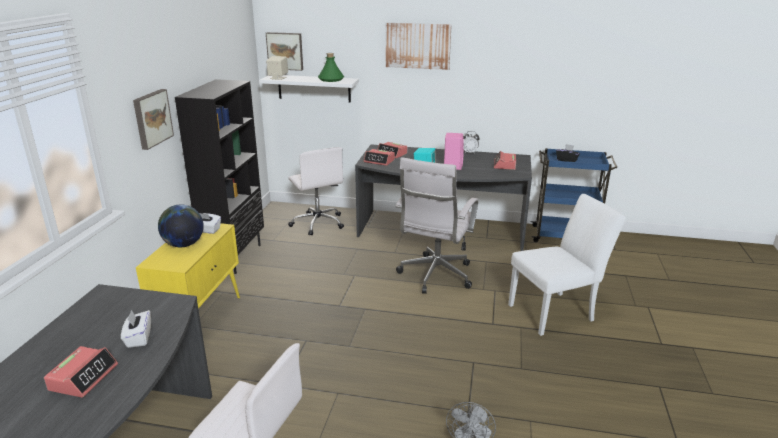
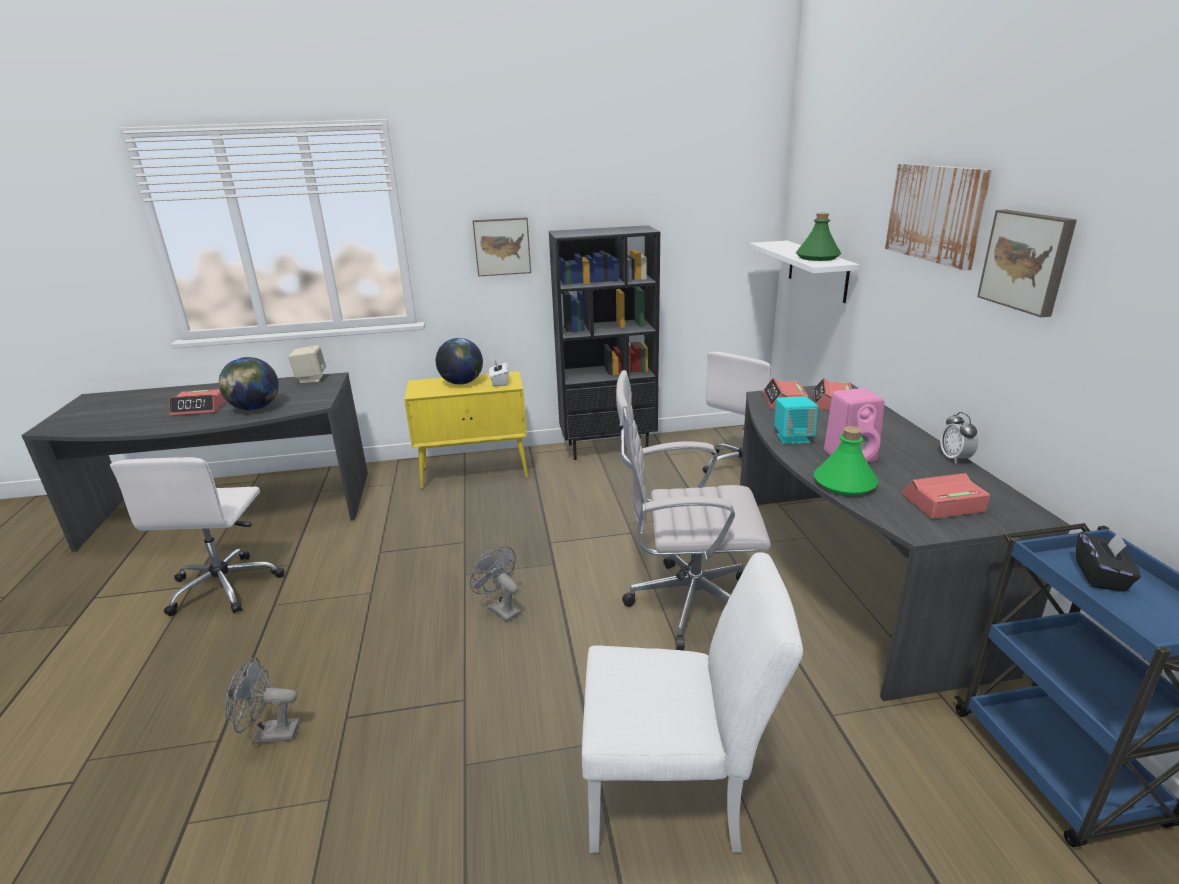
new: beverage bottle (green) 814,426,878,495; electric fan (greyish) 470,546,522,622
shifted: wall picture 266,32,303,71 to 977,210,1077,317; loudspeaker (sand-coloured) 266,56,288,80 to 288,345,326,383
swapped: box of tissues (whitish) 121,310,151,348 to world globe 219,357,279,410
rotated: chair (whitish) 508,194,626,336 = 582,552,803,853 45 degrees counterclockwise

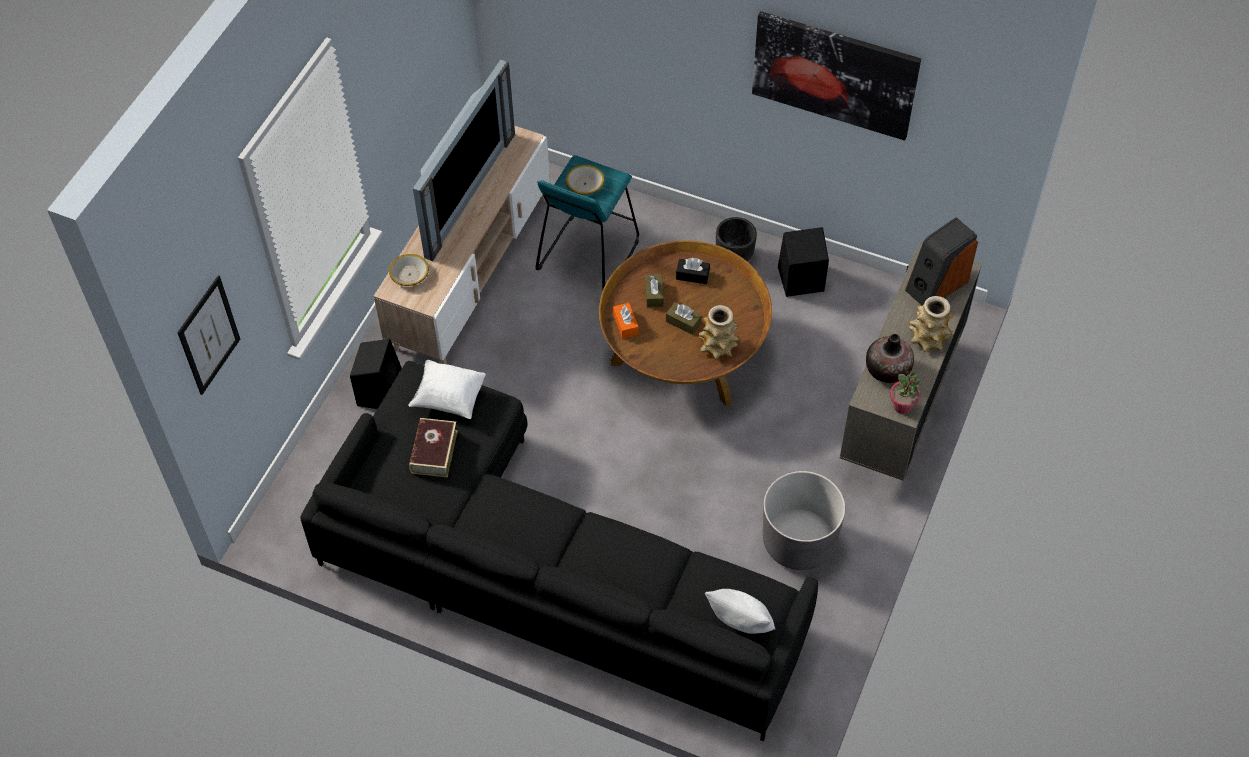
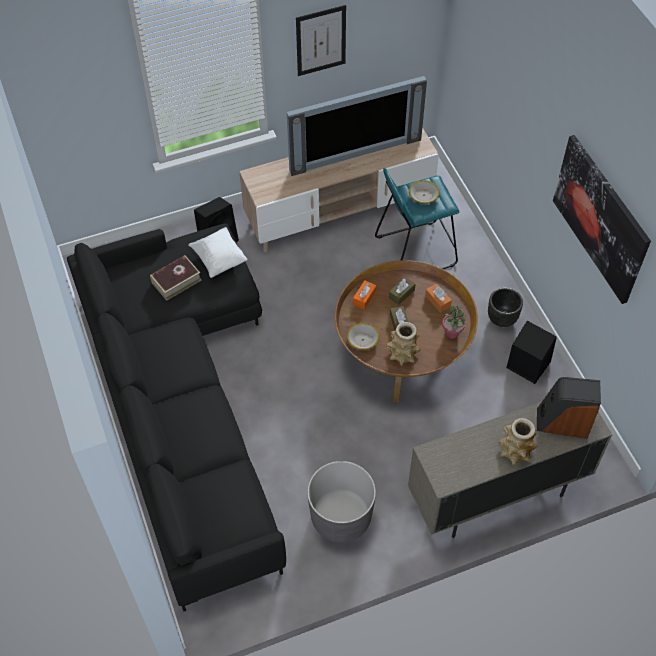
gone: vase 866,334,914,383; pillow (whitish) 705,589,775,634
shifted: deep dish 389,254,429,286 to 347,323,380,350; wall picture 177,275,240,395 to 296,5,346,76; plant in a pot 890,371,920,414 to 442,305,466,339
repainted: box of tissues (black-coloured) 676,258,710,284 to box of tissues (orangey) 425,283,452,313

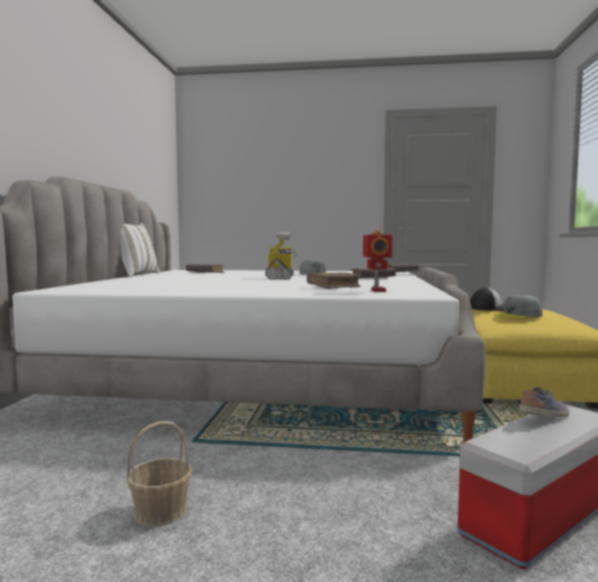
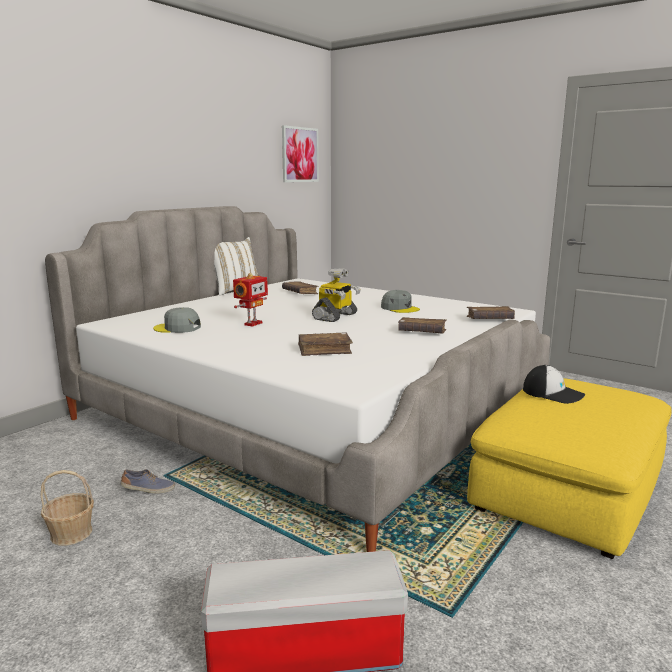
new: wall picture 282,125,319,182
shifted: toy robot 363,228,393,292 to 233,273,268,327; peaked cap (greyish) 494,294,543,319 to 153,307,201,333; low shoe 519,387,569,417 to 121,469,175,494

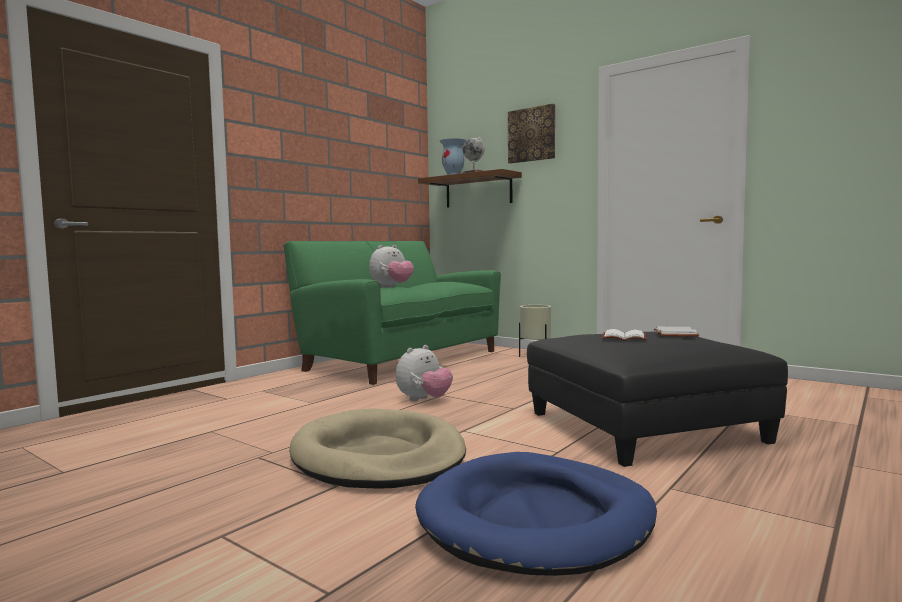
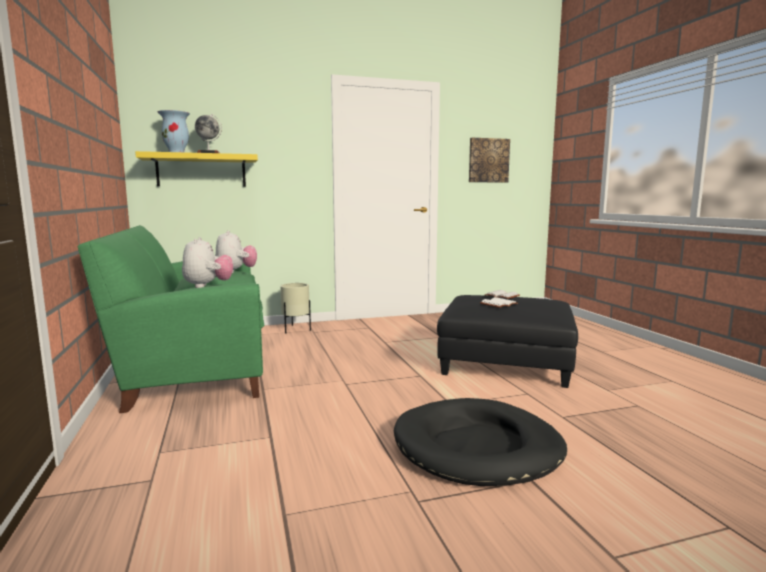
gone: dog bed (blue) 415,452,657,576
shifted: wall picture 508,104,555,164 to 469,138,510,183; plush toy 396,345,453,401 to 215,230,257,273
repainted: shelf (brown) 418,169,522,208 to shelf (yellow) 135,151,258,187; dog bed (sand-coloured) 289,408,466,489 to dog bed (black-coloured) 394,398,567,486

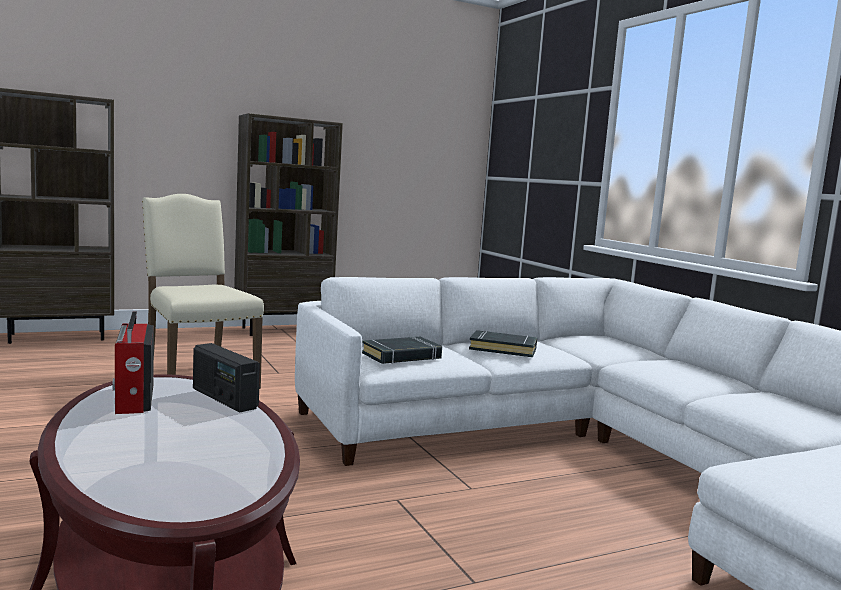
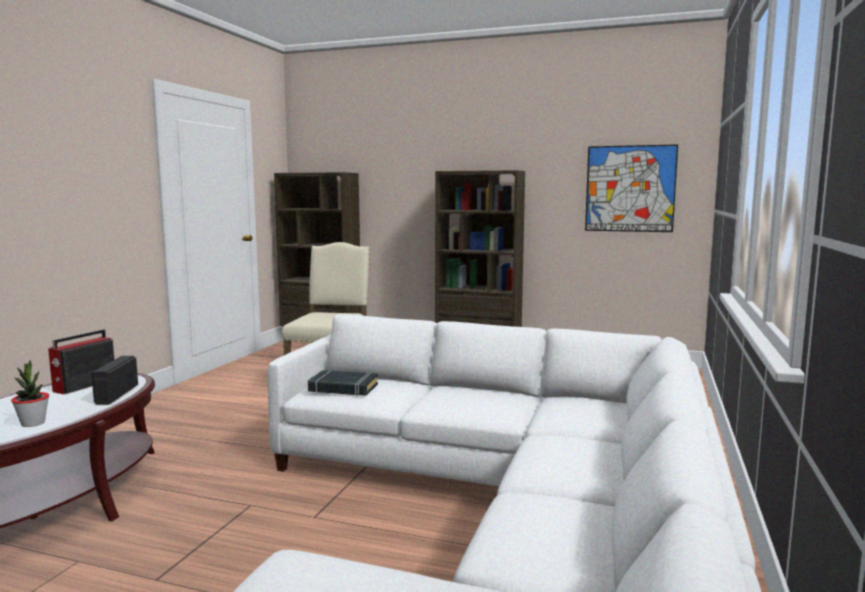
gone: volume (black-coloured) 469,330,537,357
new: wall picture 585,144,678,232; plant in a pot 11,360,49,427

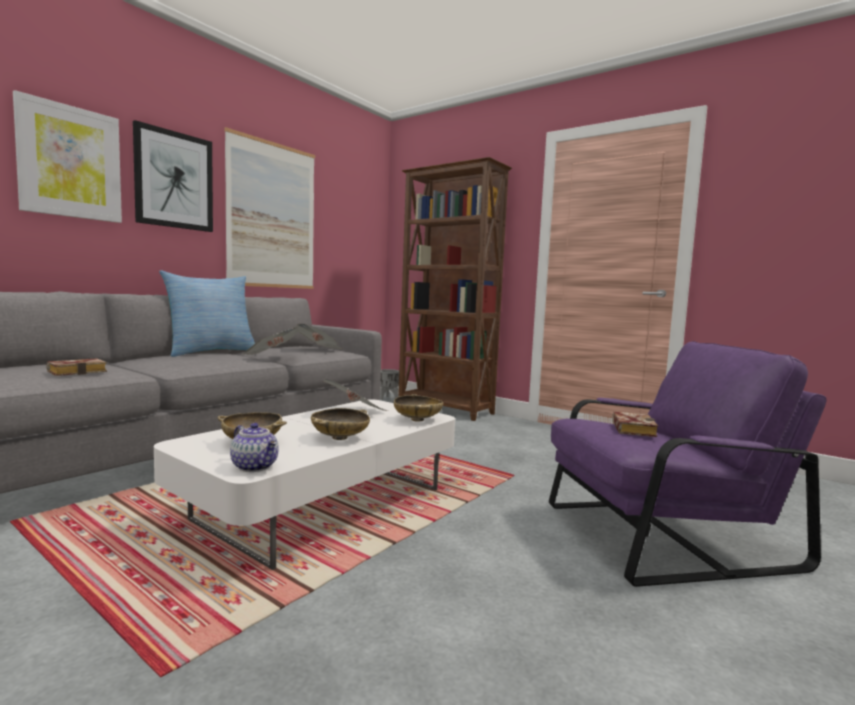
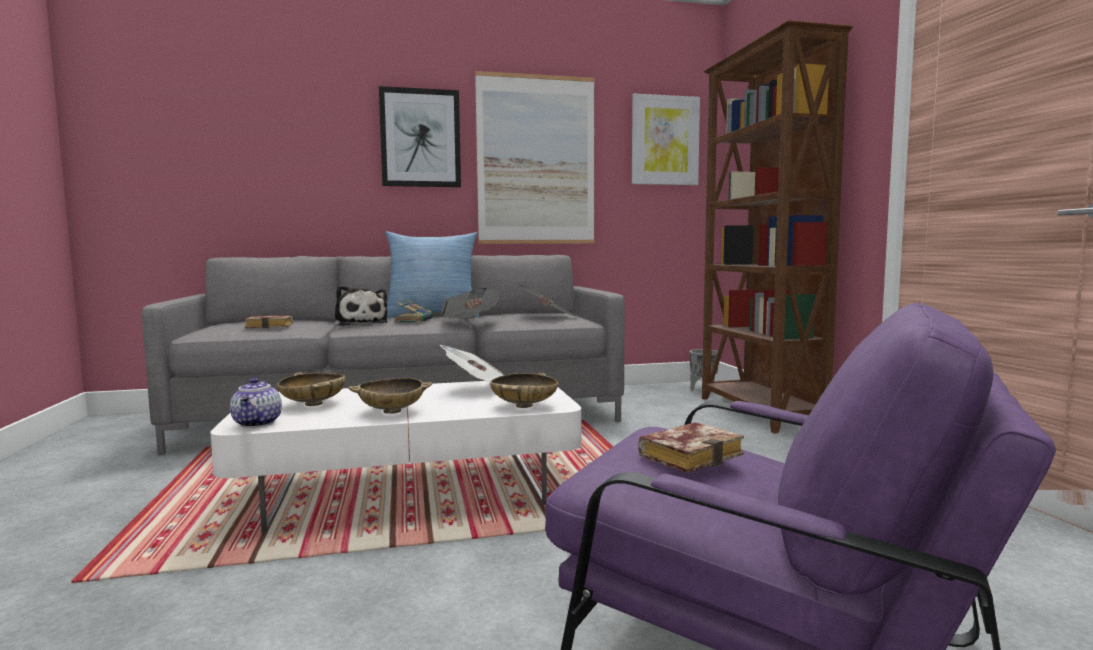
new: plush toy 335,285,388,326; volume 394,300,433,323
shifted: wall picture 13,90,122,223 to 632,93,700,185

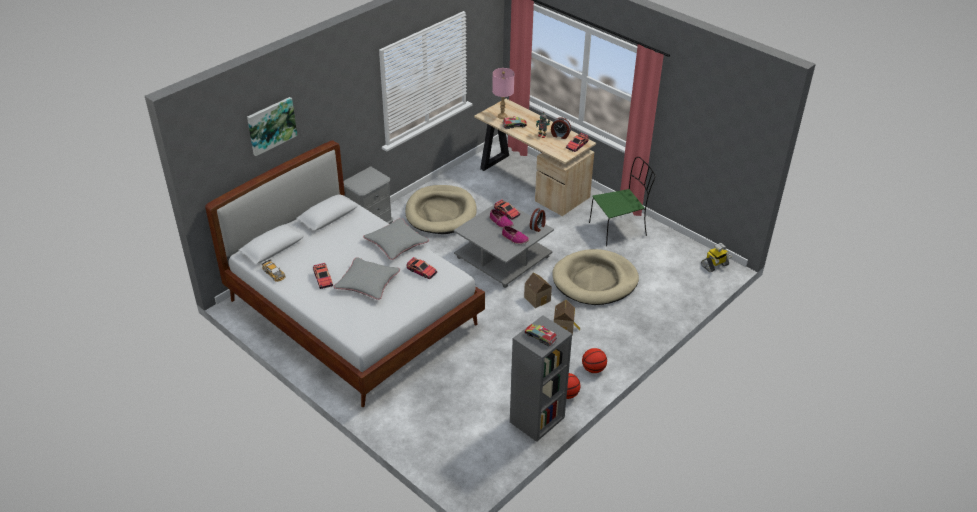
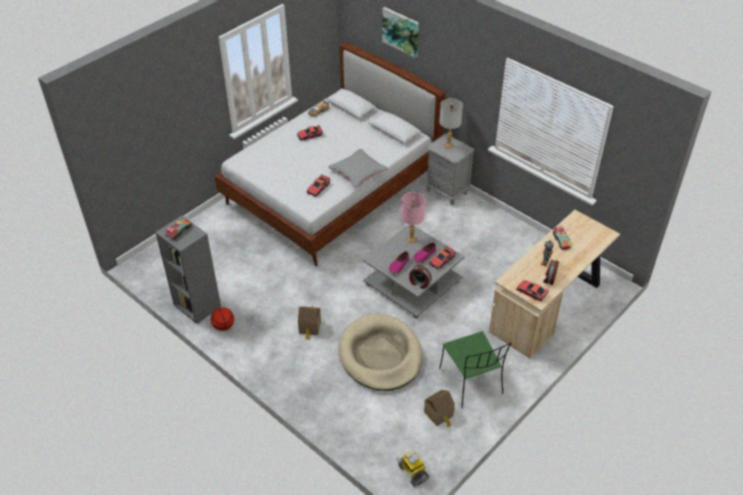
gone: dog bed (sand-coloured) 405,185,477,234; pillow (greyish) 334,257,400,300; ball for basketball 582,348,607,373
new: table lamp (greyish) 439,98,463,149
shifted: table lamp (pink) 492,68,514,119 to 401,192,425,243; model house 524,273,552,308 to 424,390,455,427

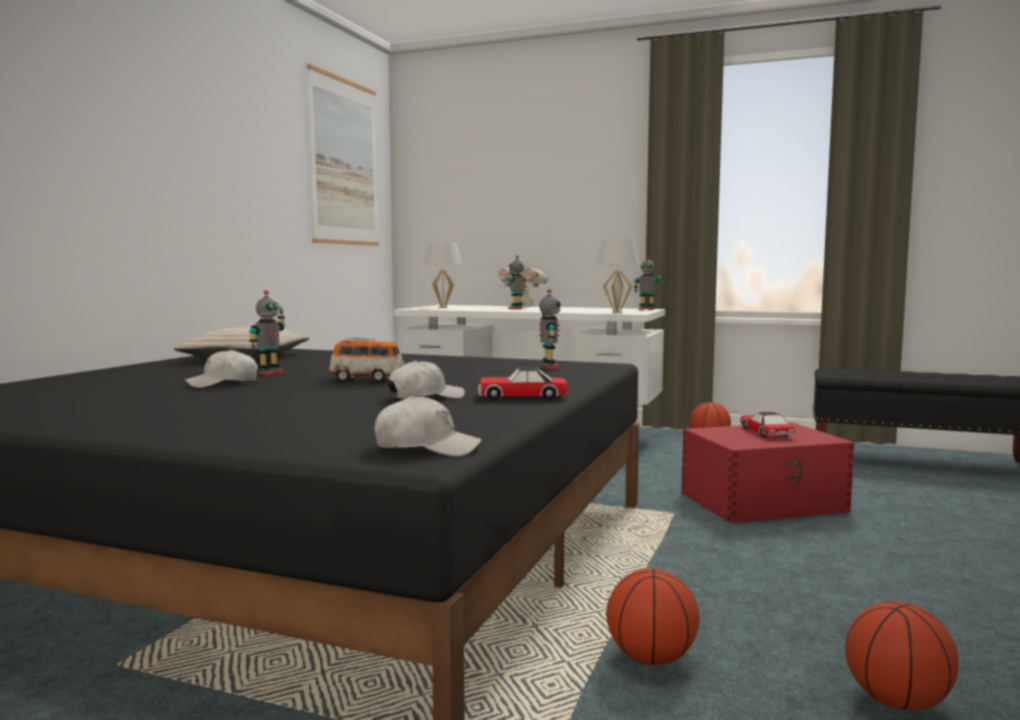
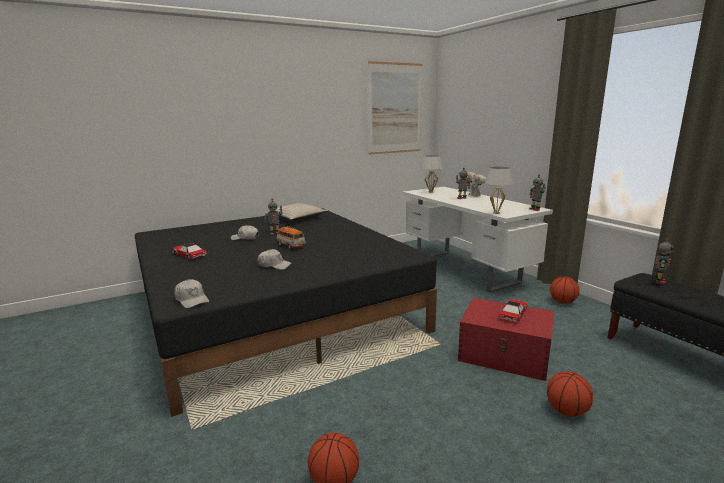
shifted: toy robot 539,289,561,369 to 656,238,673,284; miniature car 478,367,569,400 to 172,243,207,260; ball for basketball 606,568,700,665 to 547,371,593,416

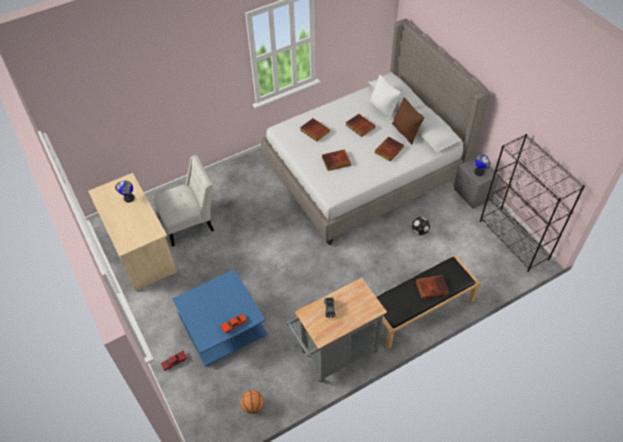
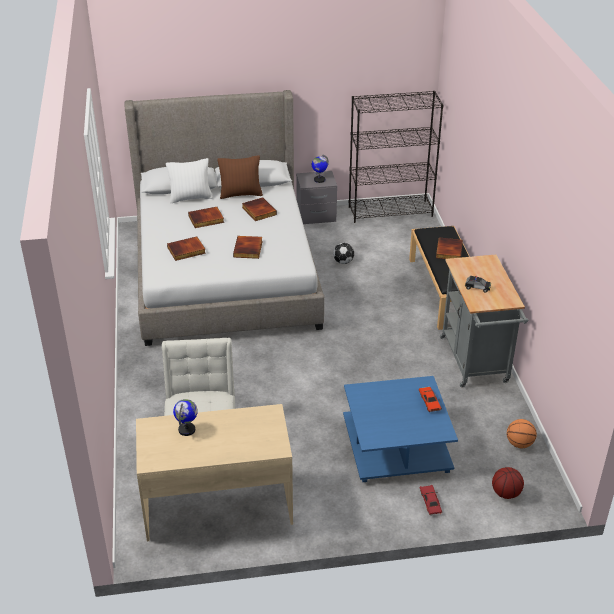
new: ball for basketball 492,467,524,499

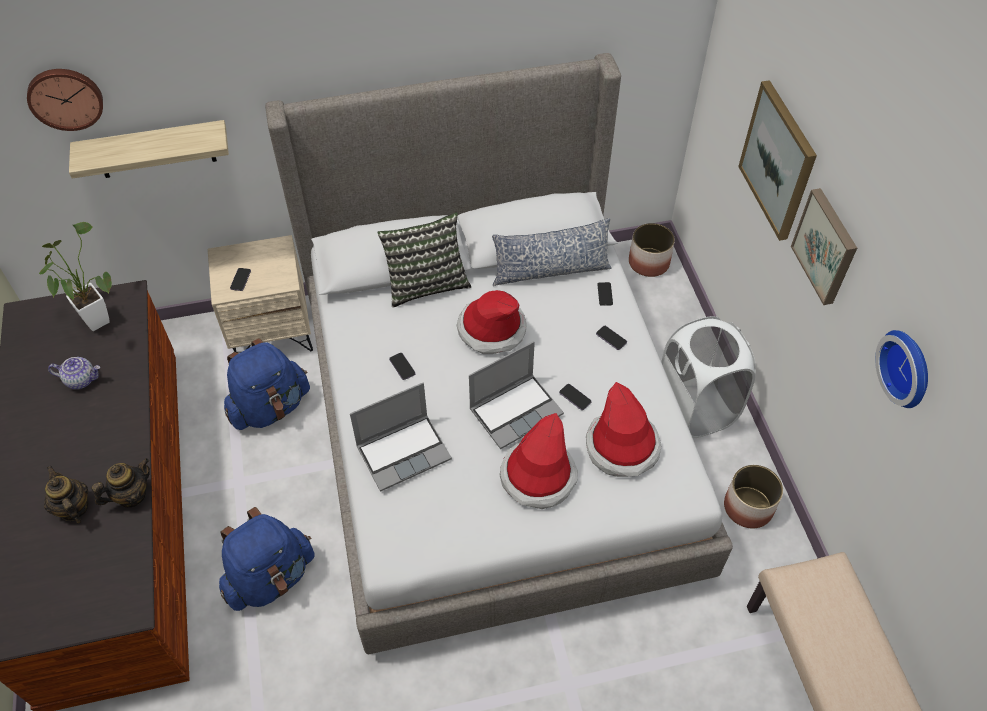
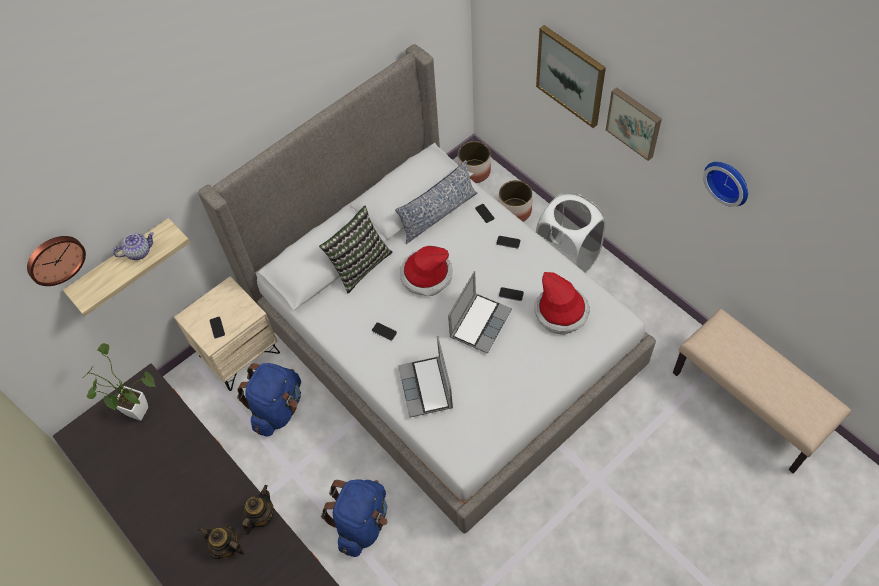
gone: hat 500,413,578,509
shifted: tea pot 48,357,100,389 to 113,232,154,260; planter 724,465,783,528 to 499,180,532,222
rotated: notebook computer 350,383,452,492 = 398,336,453,418 135 degrees clockwise

